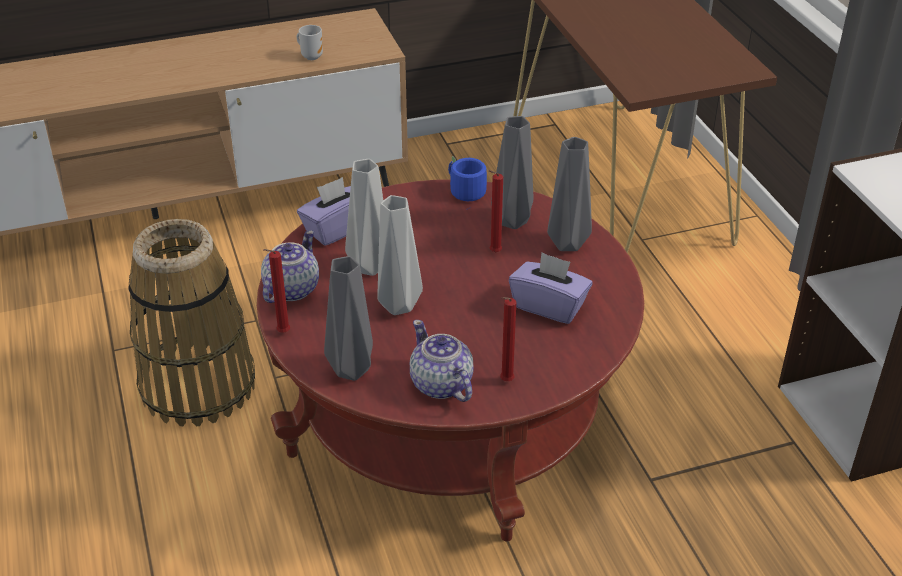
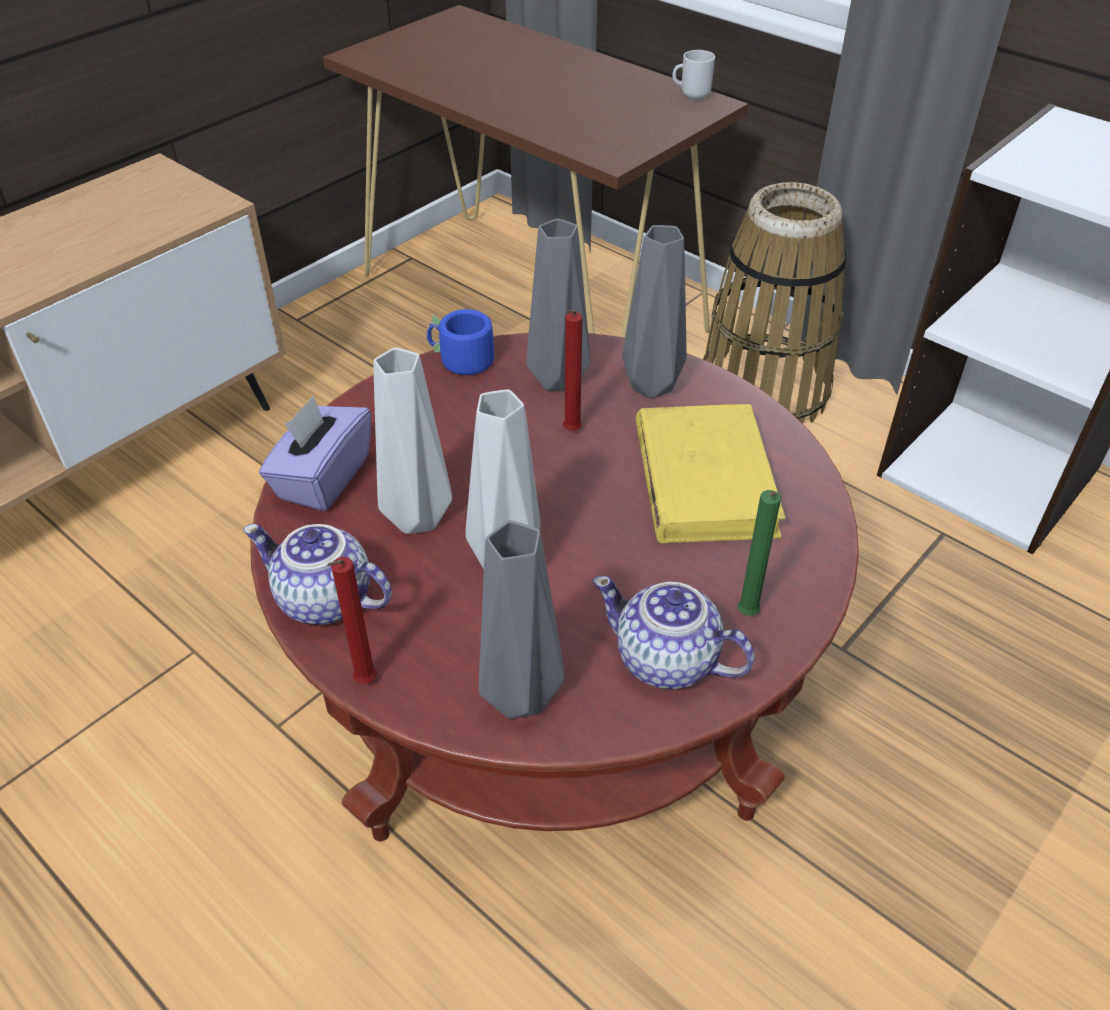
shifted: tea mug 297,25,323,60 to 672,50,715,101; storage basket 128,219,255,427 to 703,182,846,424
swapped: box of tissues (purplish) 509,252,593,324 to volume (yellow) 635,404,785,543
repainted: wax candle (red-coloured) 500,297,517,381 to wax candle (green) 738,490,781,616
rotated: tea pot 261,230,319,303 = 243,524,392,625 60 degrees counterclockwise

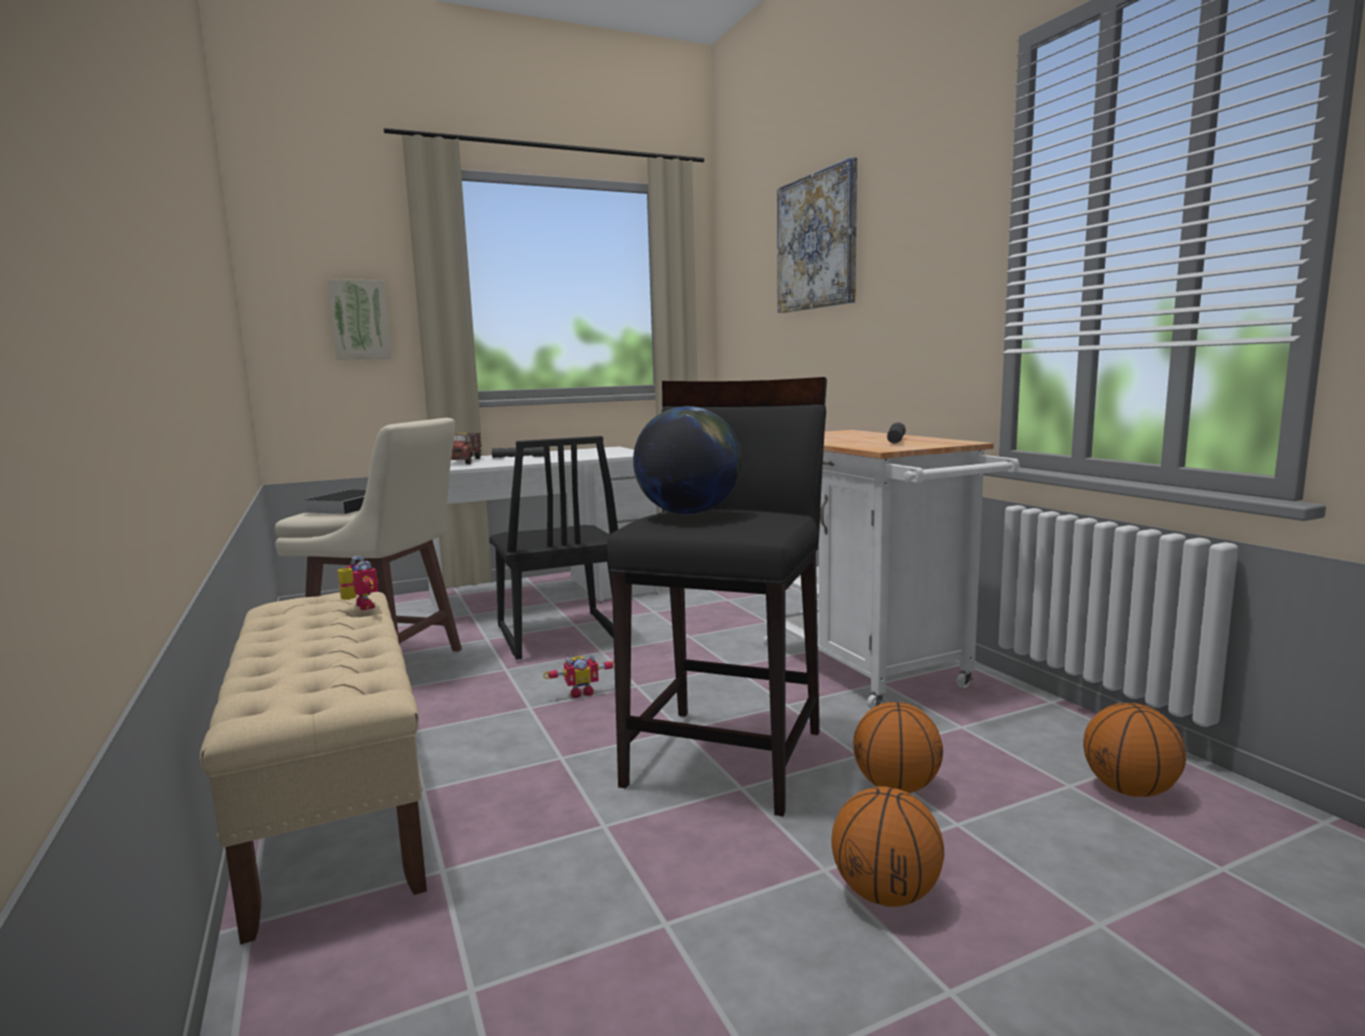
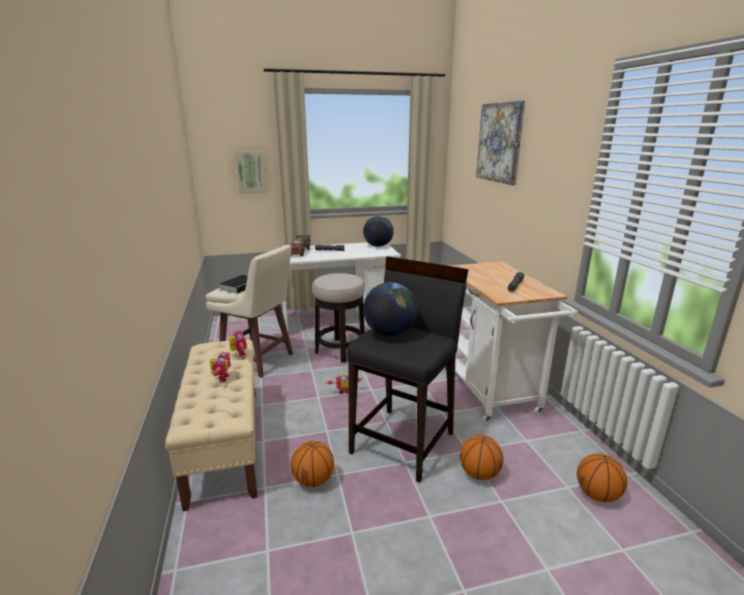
new: world globe 363,216,394,247; toy robot 210,352,231,382
shifted: ball for basketball 831,786,944,907 to 291,441,334,487
swapped: chair (black-coloured) 489,436,618,659 to stool seat 312,273,365,363

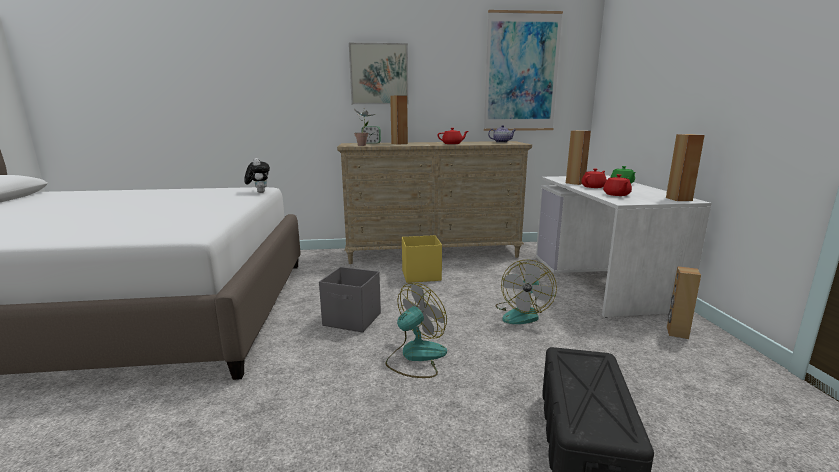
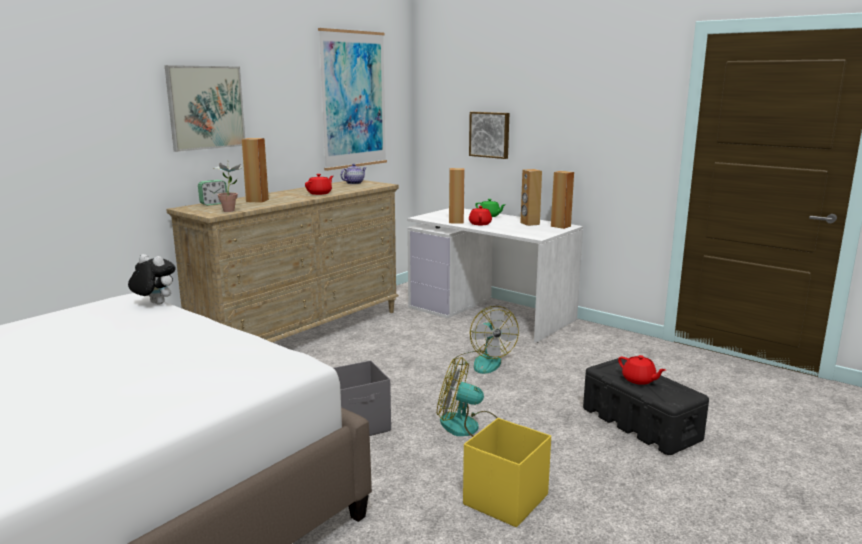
new: wall picture 469,112,509,159
shifted: tea pot (red-coloured) 603,174,632,196 to 618,355,666,385; storage container (yellow) 402,235,442,283 to 463,418,551,527; loudspeaker (brown) 667,266,701,339 to 520,169,542,226
rotated: electric fan 385,283,447,378 = 437,357,498,437 75 degrees counterclockwise

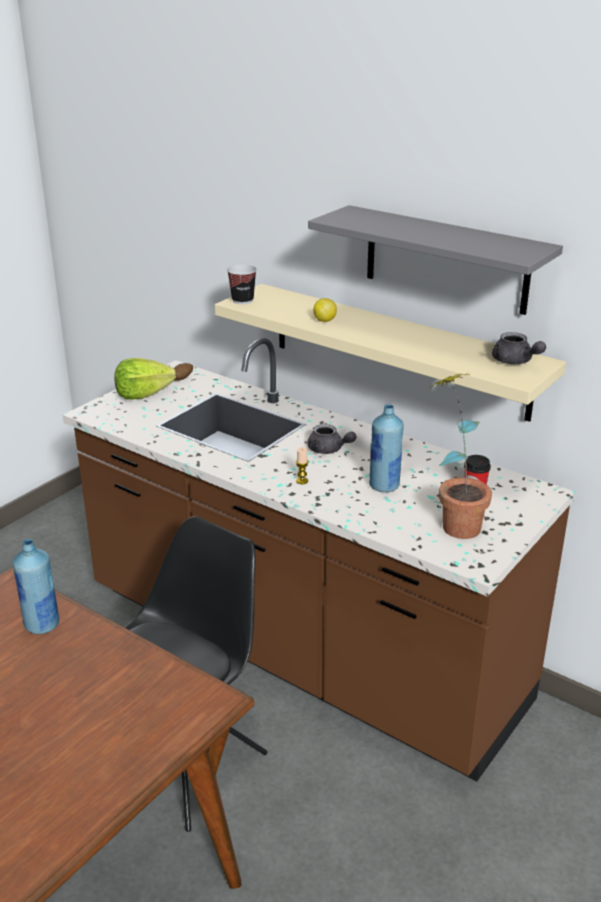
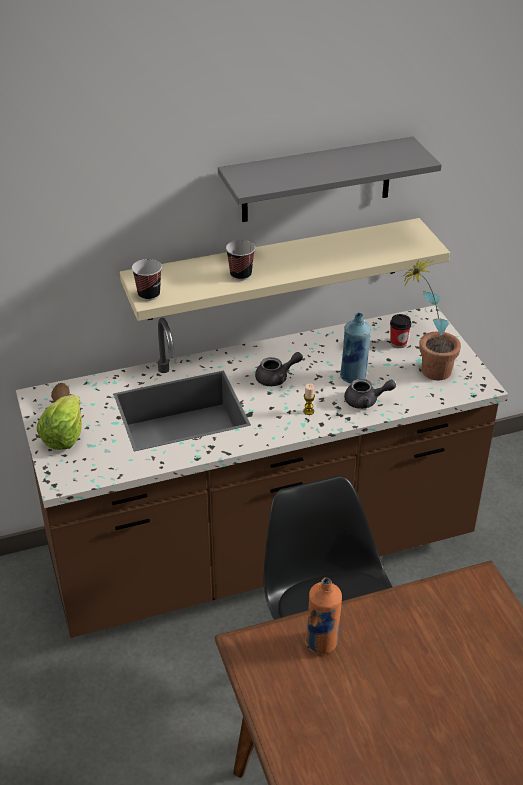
shifted: tea pot (greyish) 492,332,546,364 to 344,379,396,409
swapped: lemon 313,298,337,322 to cup 226,240,255,281
repainted: beverage bottle (blue) 13,539,59,634 to beverage bottle (orangey) 305,578,342,654

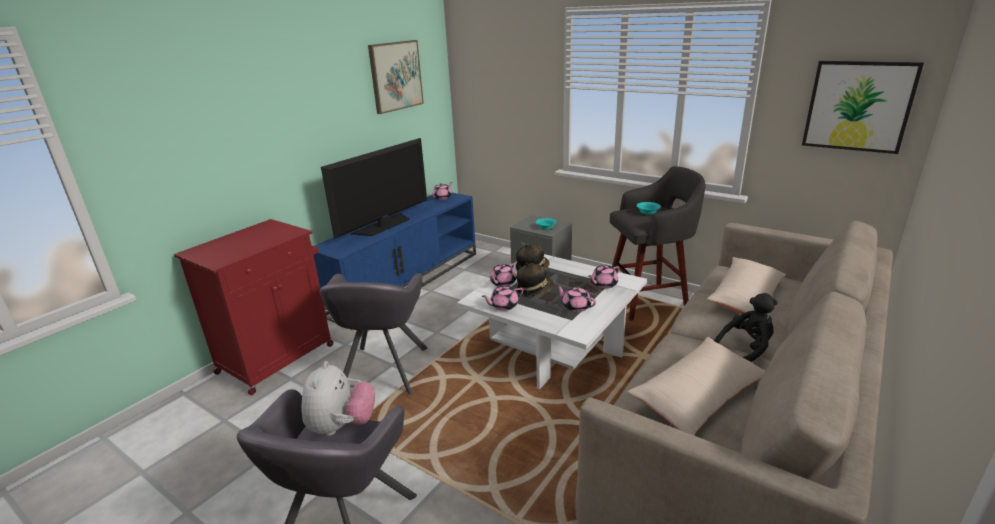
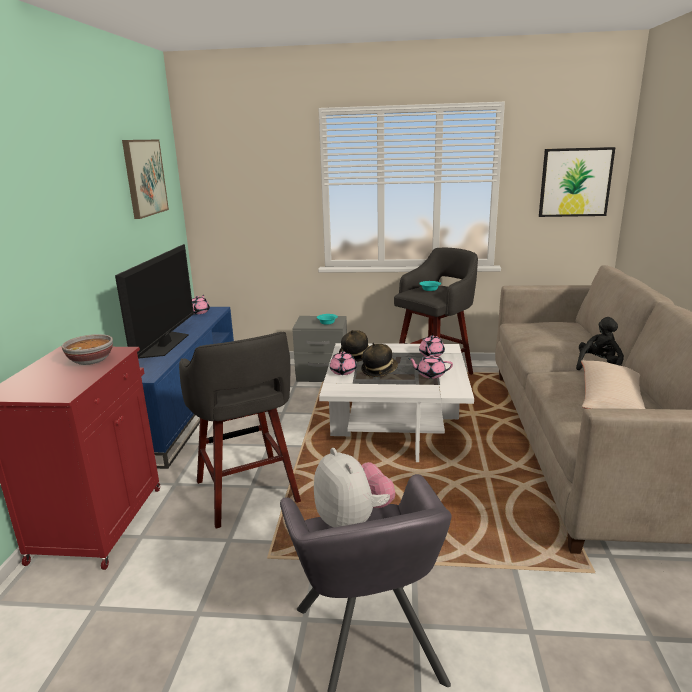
gone: pillow (sand-coloured) 707,257,786,314; tea pot (pink) 482,286,523,311
new: deep dish 62,334,113,365
swapped: easy chair (greyish) 319,273,427,394 to stool seat (greyish) 179,332,301,529

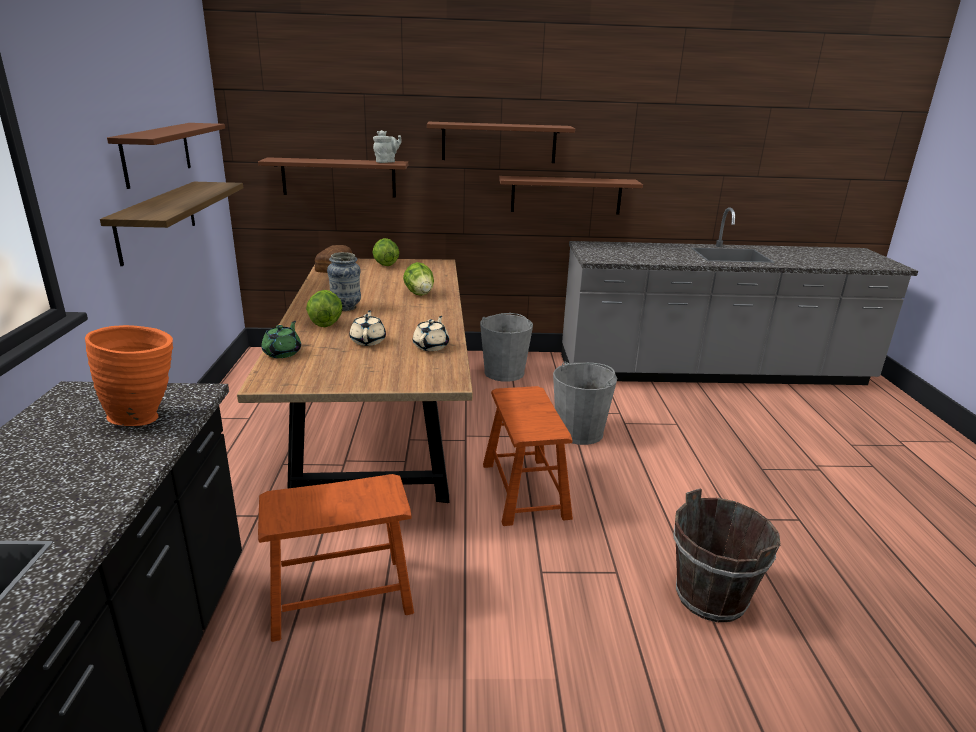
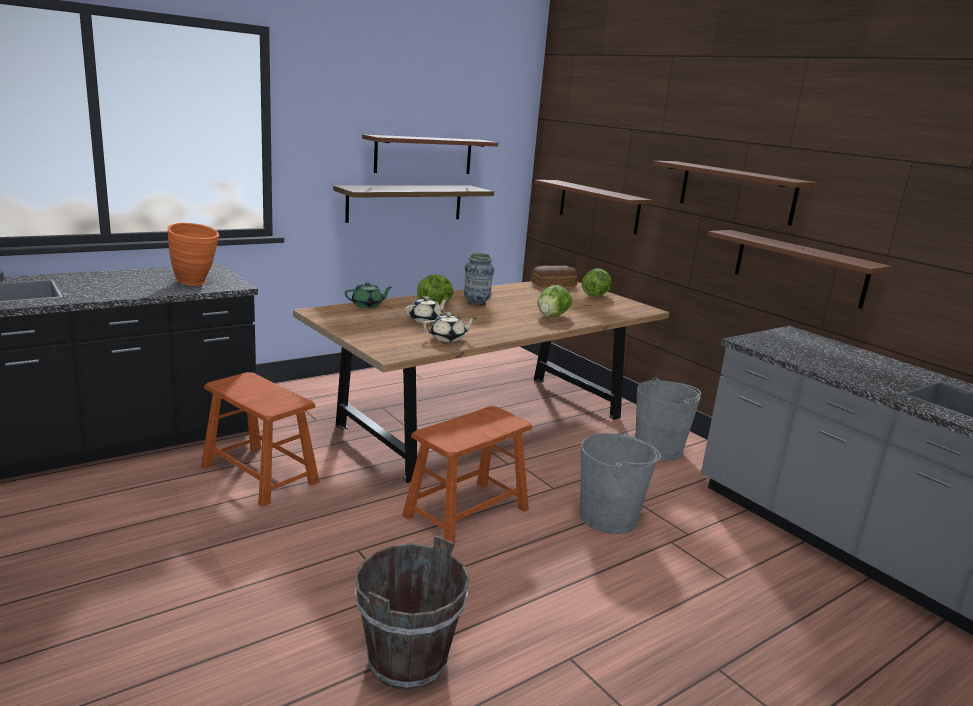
gone: tea pot (greyish) 373,130,402,163

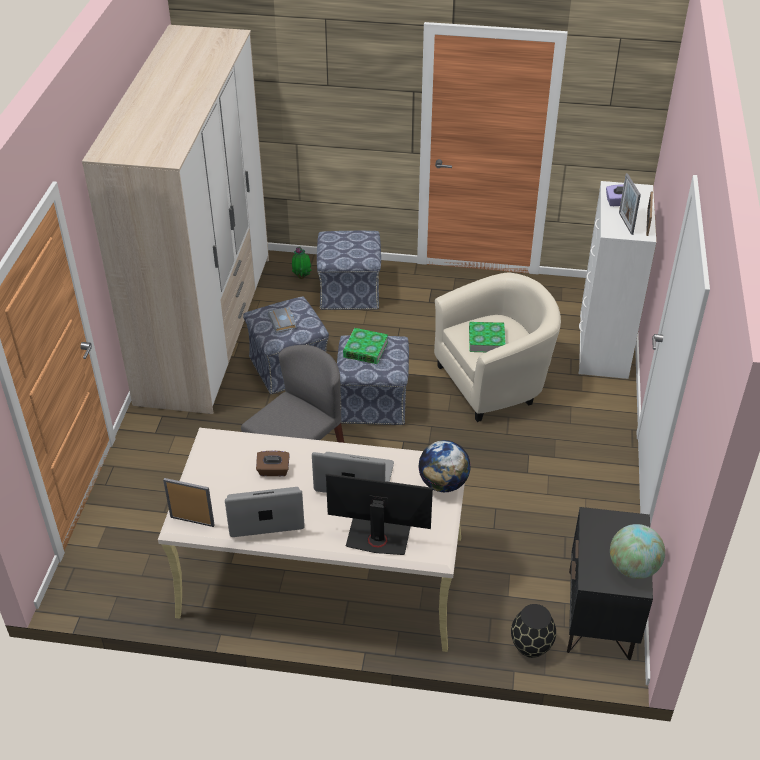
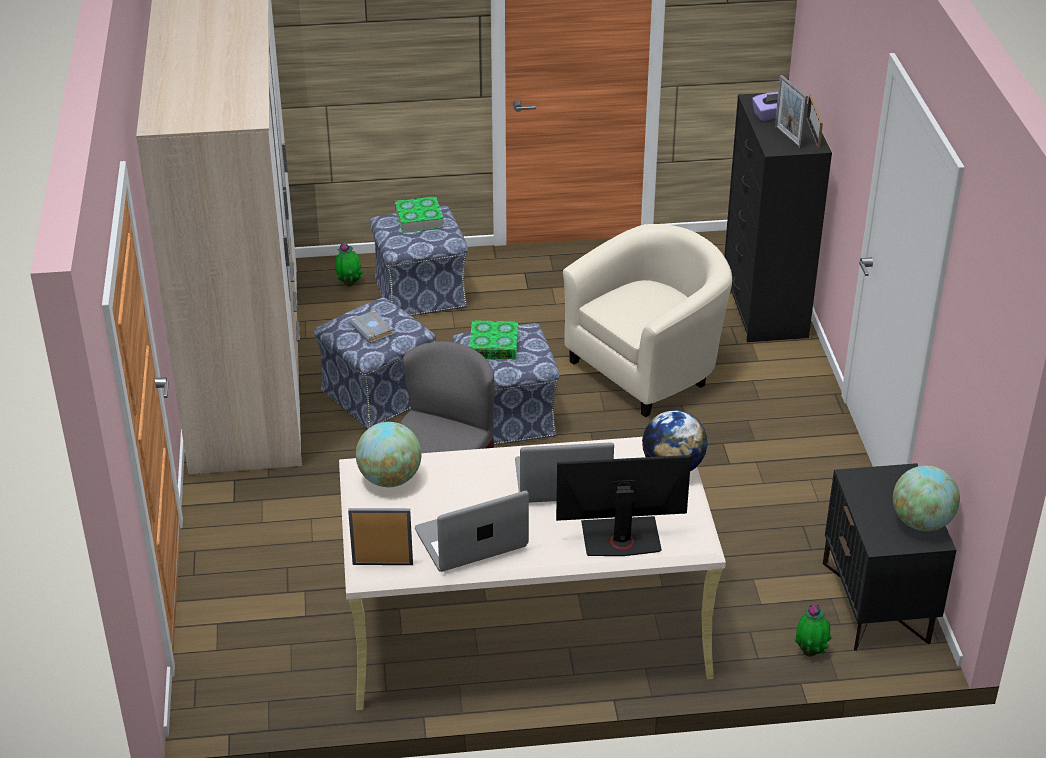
gone: box of tissues (brown) 256,451,290,476
new: world globe 356,422,422,487
shifted: volume 469,322,506,352 to 395,196,444,233
swapped: vase (black-coloured) 511,604,556,658 to plant in a pot 795,604,832,657
repainted: chest of drawers (whitish) 578,181,657,379 to chest of drawers (black-coloured) 724,93,832,342

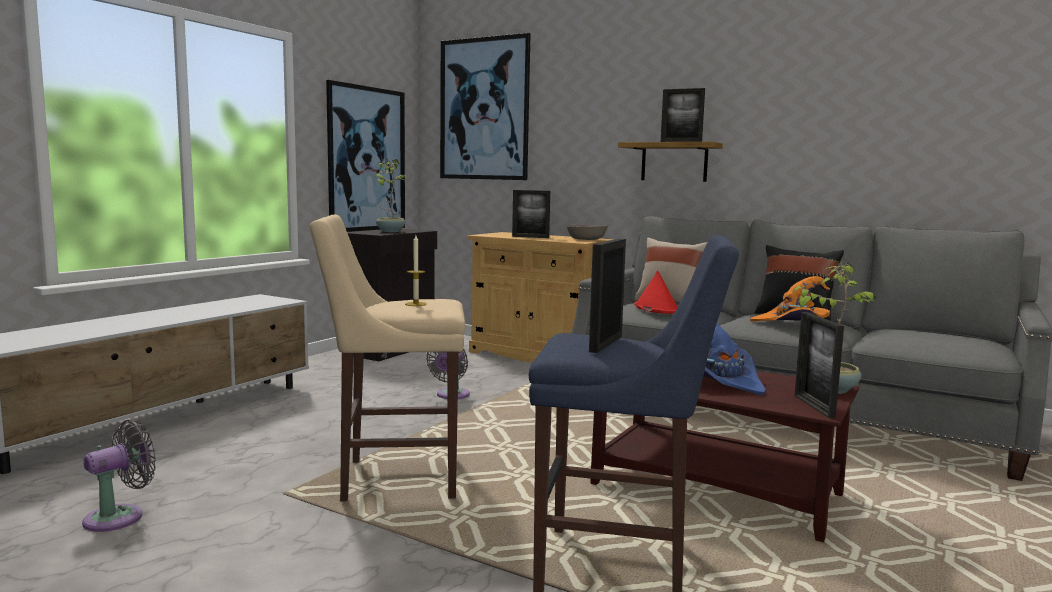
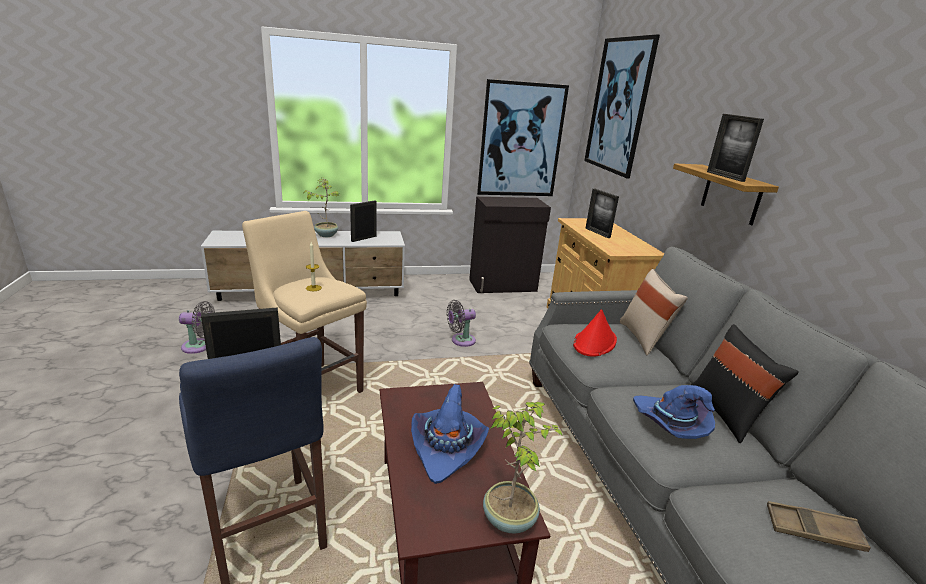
gone: deep dish (greyish) 567,225,608,240
new: serving tray (brown) 767,501,871,552
shifted: plant in a pot 375,159,406,232 to 304,178,340,237; standing frame 794,312,844,418 to 350,200,376,242
repainted: hat (orangey) 750,276,830,322 to hat (blue) 633,385,715,439

